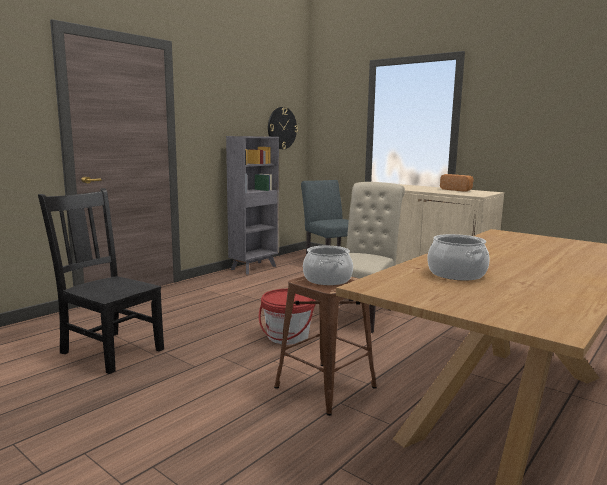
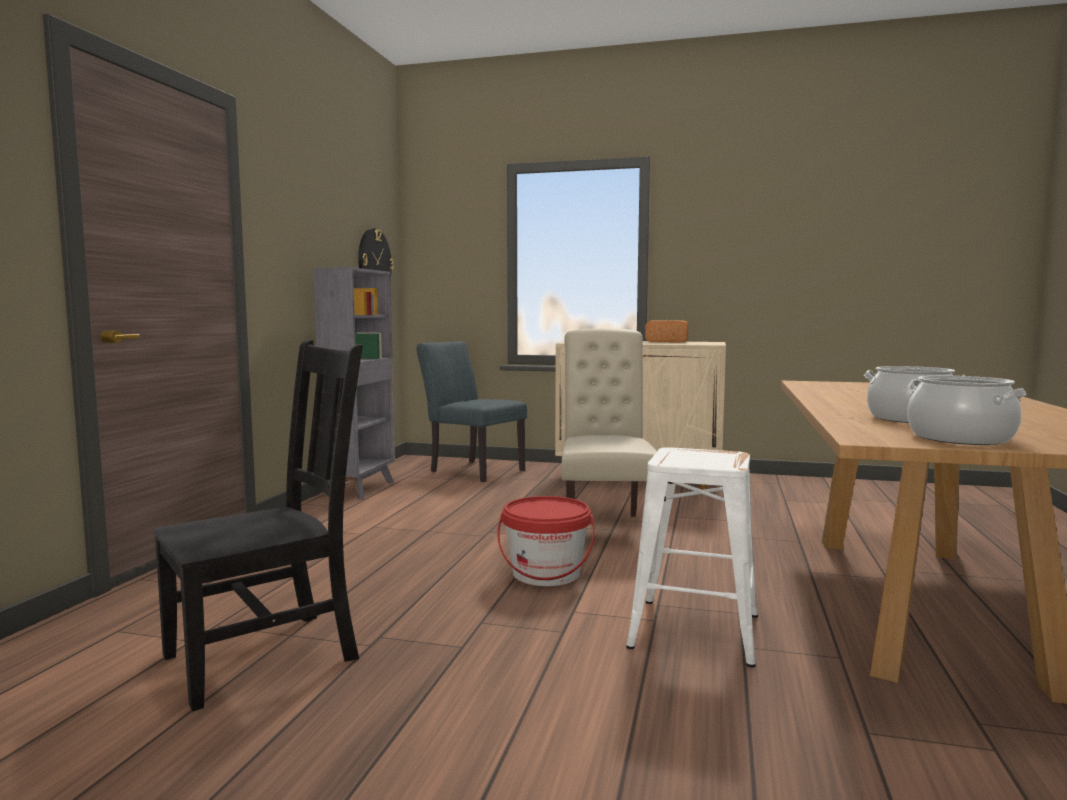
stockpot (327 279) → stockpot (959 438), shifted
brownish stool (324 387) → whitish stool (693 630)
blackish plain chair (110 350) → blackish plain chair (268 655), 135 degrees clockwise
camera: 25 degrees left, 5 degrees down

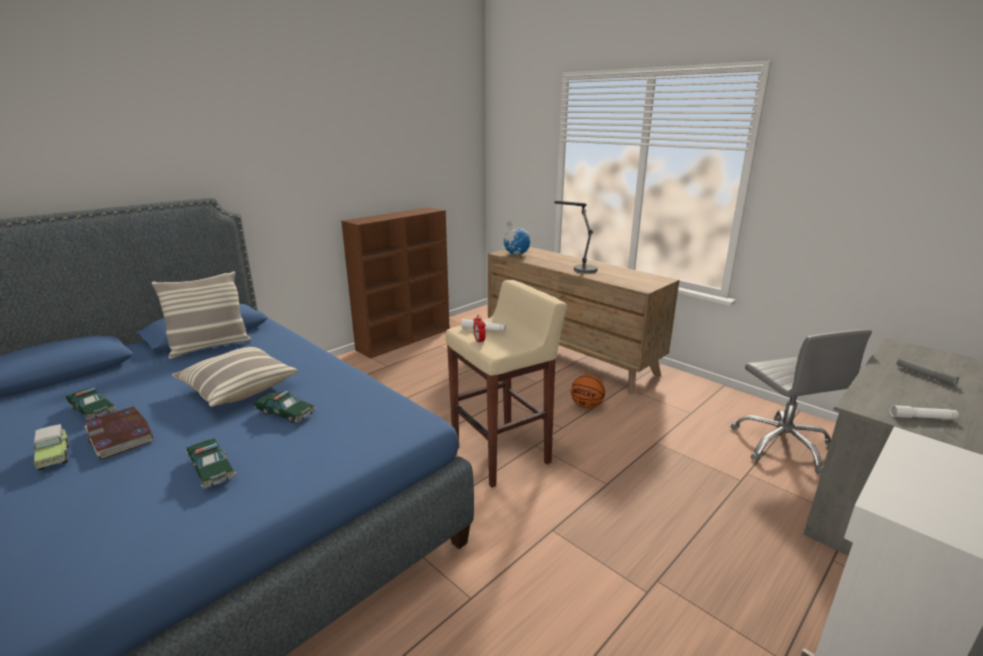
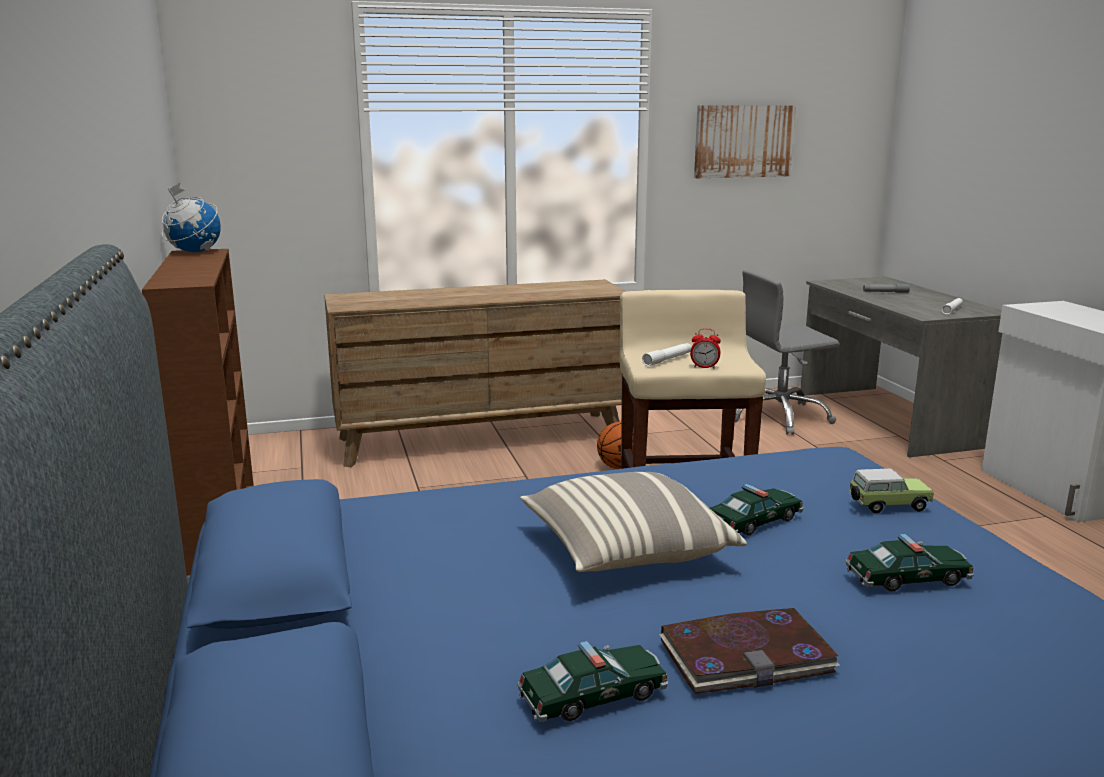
pillow (210 346) → -
tabletop lamp (579 268) → -
- → picture (743 141)
model car (54 456) → model car (886 505), shifted
globe (516 254) → globe (194 252), shifted
gray office chair (782 444) → gray office chair (780 417), 150 degrees clockwise
camera: 60 degrees left, 5 degrees down

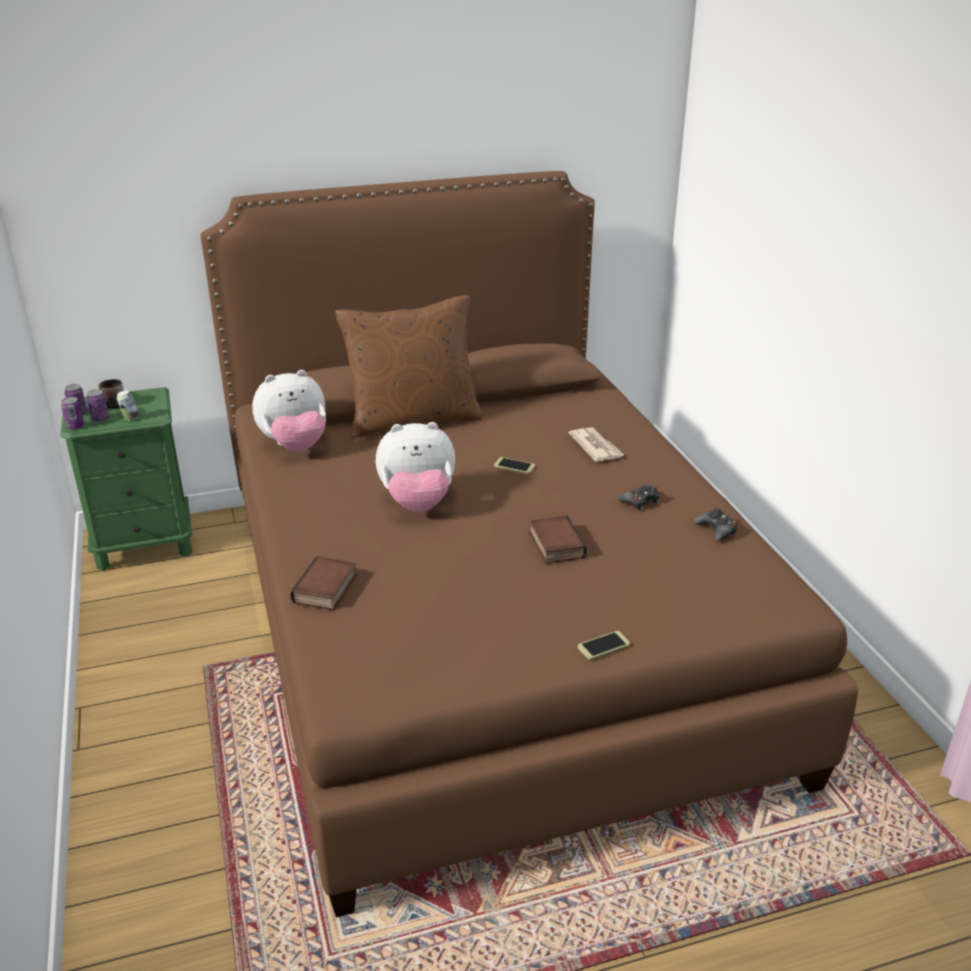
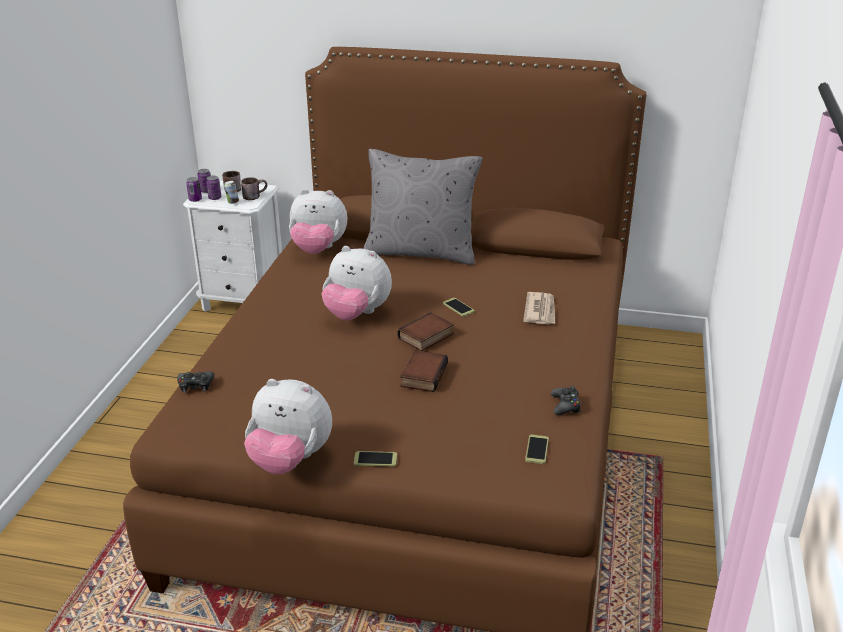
- → brownish mug (254 196)
- → cuddly toy (290 460)
- → phone (537 450)
book (326 590) → book (426 337), shifted
blackish joypad (640 501) → blackish joypad (195 385), shifted
green nightstand (144 544) → whitish nightstand (243 301)
brownish pillow (413 419) → gray pillow (421 251)
camera: 30 degrees right, 0 degrees up

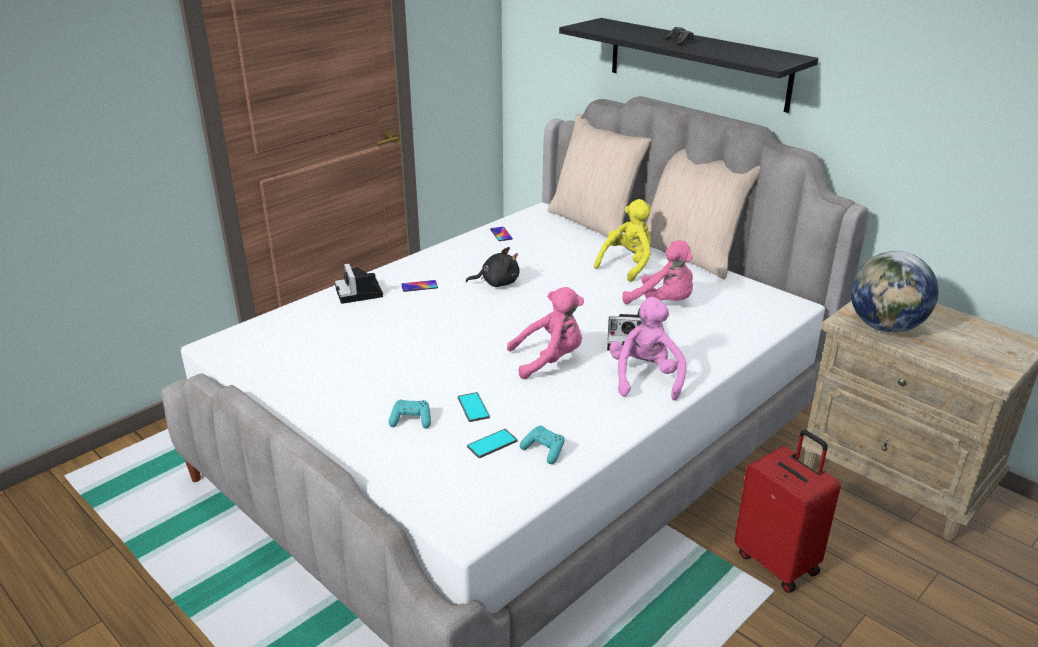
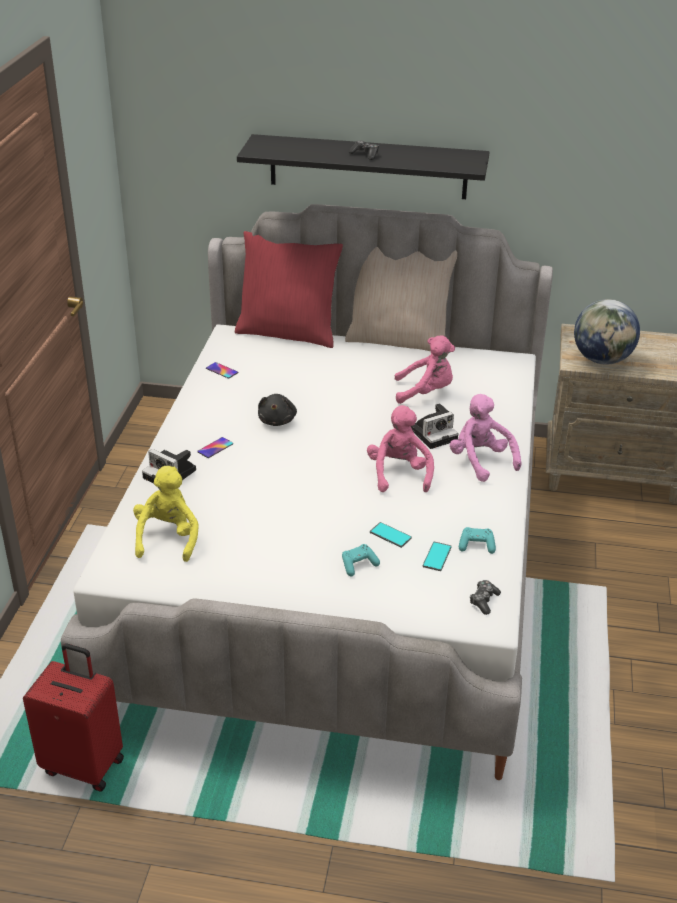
- → joypad (484 601)
yellow cuddly toy (627 265) → yellow cuddly toy (168 538), shifted
red-coloured travel case (778 562) → red-coloured travel case (84 764), shifted
beige-coloured pillow (594 223) → red-coloured pillow (288 332)
blackish cuddly toy (497 283) → blackish cuddly toy (277 420), 135 degrees clockwise
pinkish cuddly toy (549 360) → pinkish cuddly toy (399 474), 45 degrees counterclockwise
camera: 35 degrees left, 5 degrees up

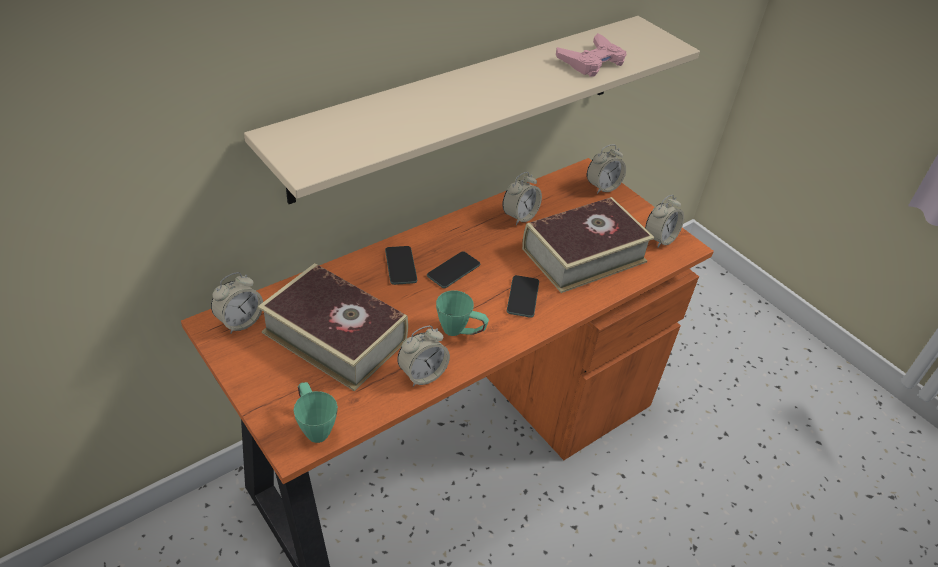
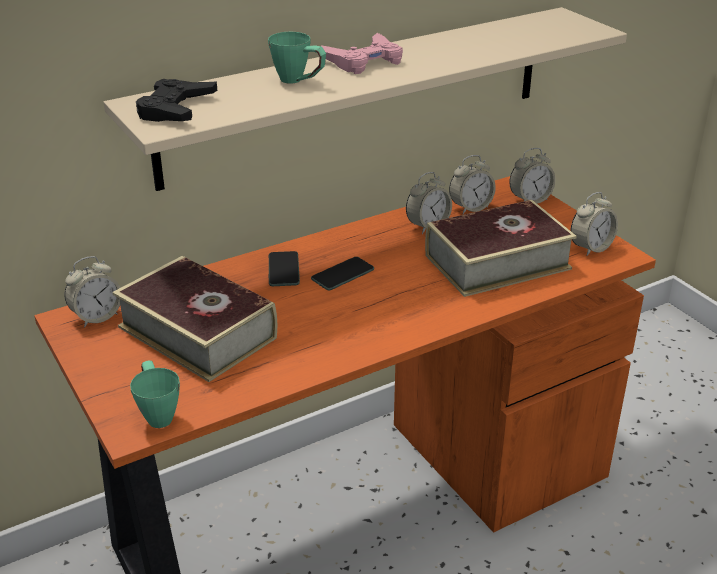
phone (523 297) → -
- → blackish joypad (176 109)
bedside clock (422 374) → bedside clock (470 208), shifted
green mug (460 332) → green mug (299 81), shifted
pinkish joypad (592 61) → pinkish joypad (364 61), shifted
camera: 10 degrees right, 10 degrees down

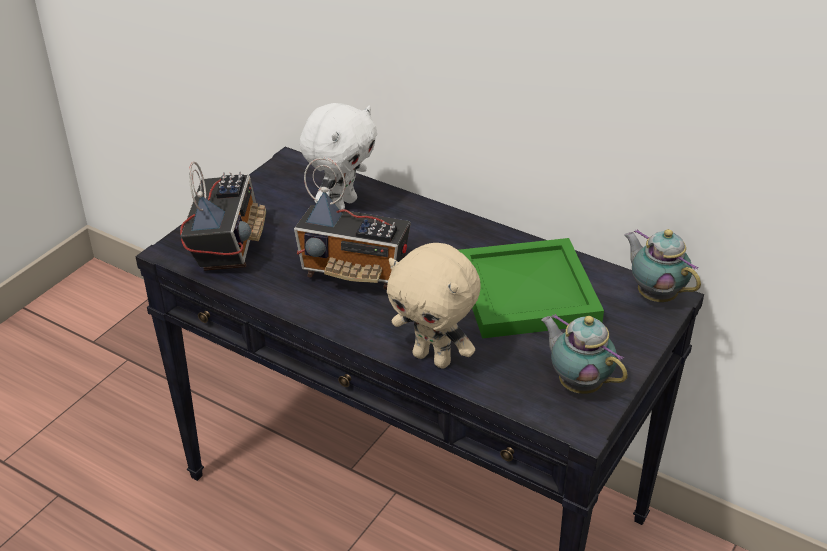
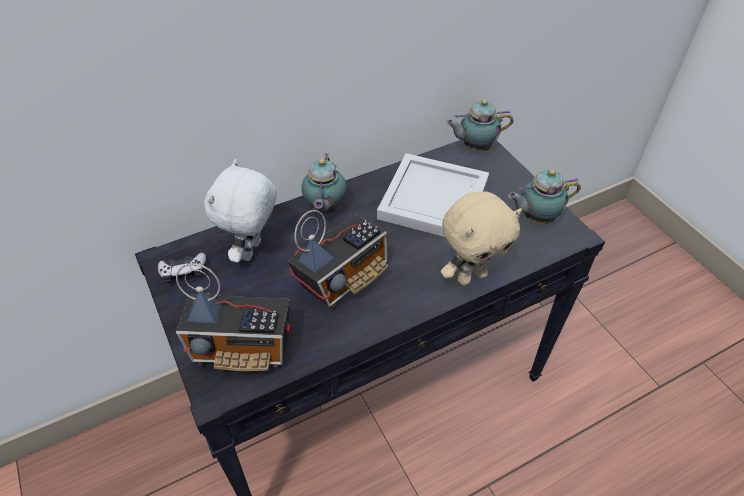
- → joypad (184 272)
- → tea pot (325 209)
green serving tray (529 293) → whitish serving tray (435 199)
radio set (227 246) → radio set (243 348), 150 degrees clockwise
whitish cuddly toy (341 205) → whitish cuddly toy (253 251), 135 degrees counterclockwise
camera: 60 degrees left, 10 degrees up

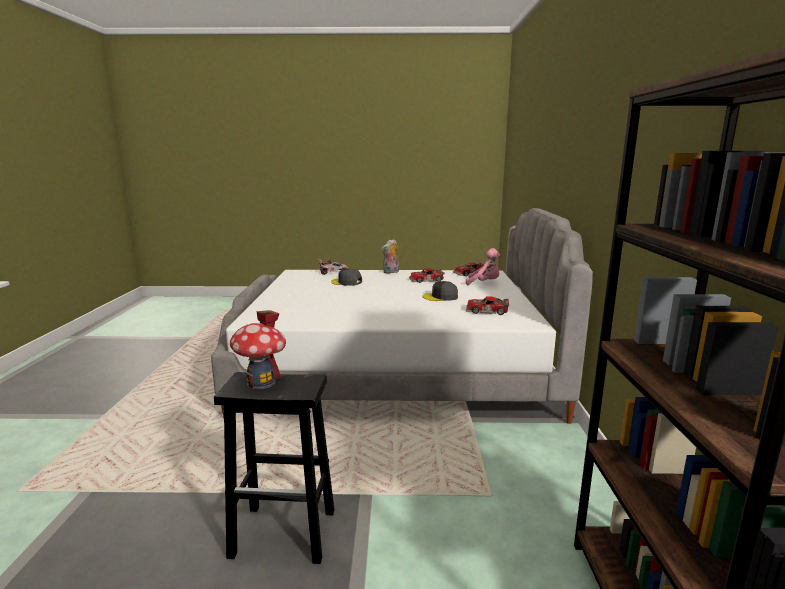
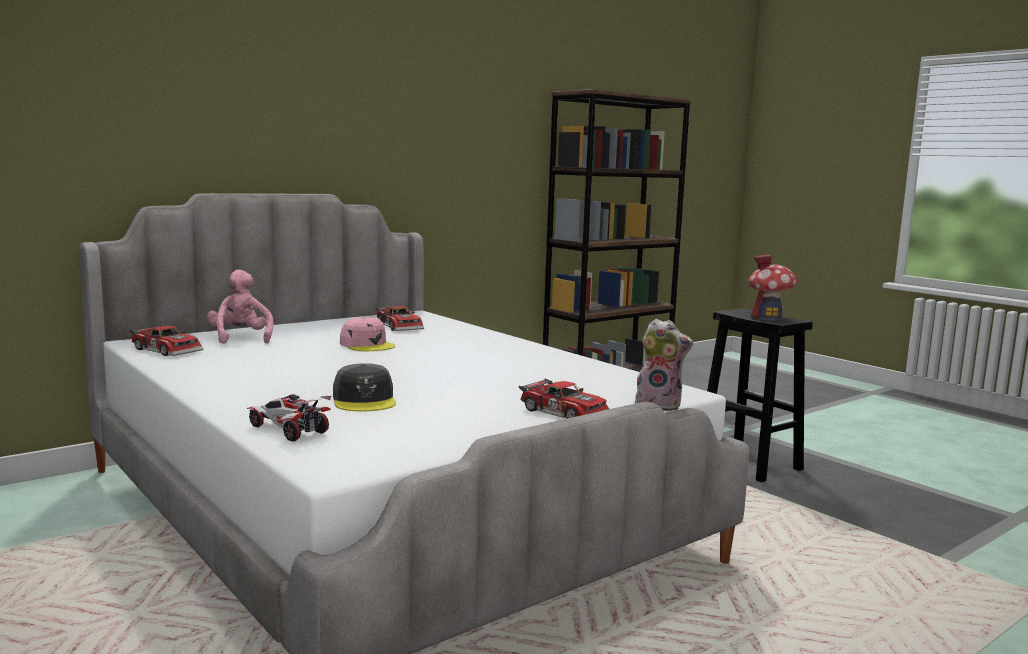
cuddly toy (391 272) → cuddly toy (659 405), shifted
model car (426 280) → model car (565 412), shifted
gray peaked cap (440 297) → pinkish peaked cap (367 345)
camera: 130 degrees left, 5 degrees down

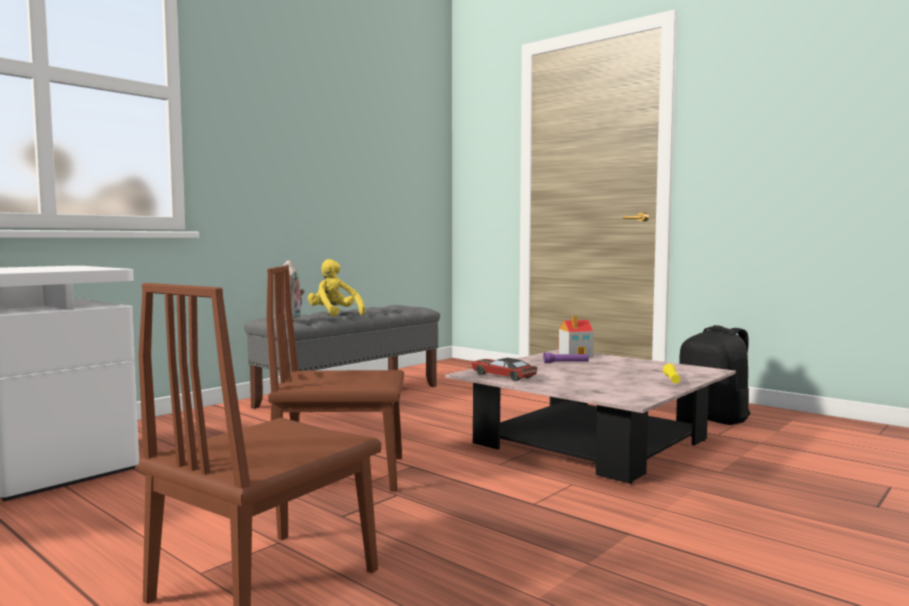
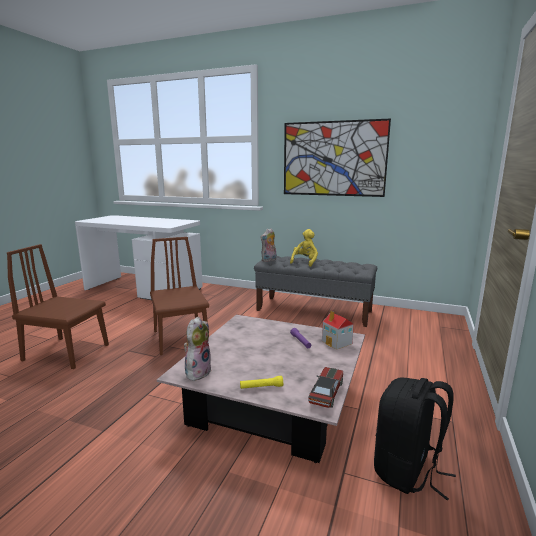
- → cuddly toy (197 372)
- → picture (333 159)
model car (503 376) → model car (326 392), shifted
camera: 70 degrees right, 10 degrees up

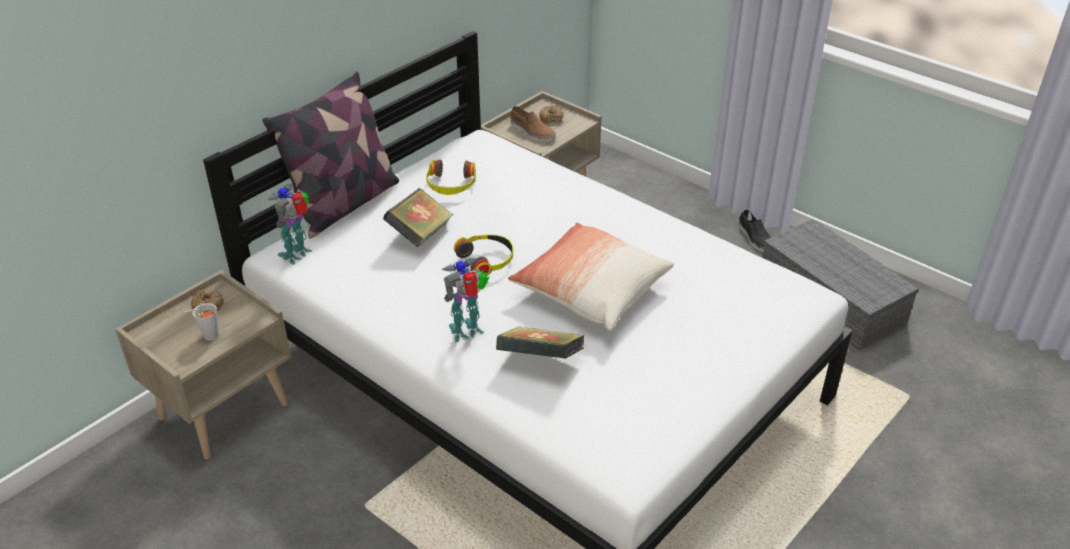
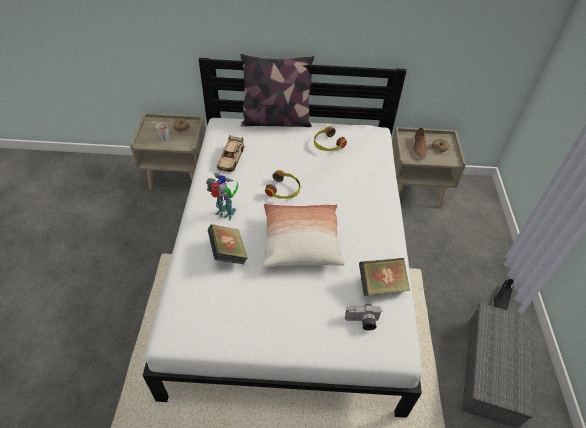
toy robot (298 254) → -
- → beige-coloured model car (231 158)
- → photo camera (362 322)
book (420 234) → book (381 285), shifted
camera: 50 degrees right, 10 degrees up

